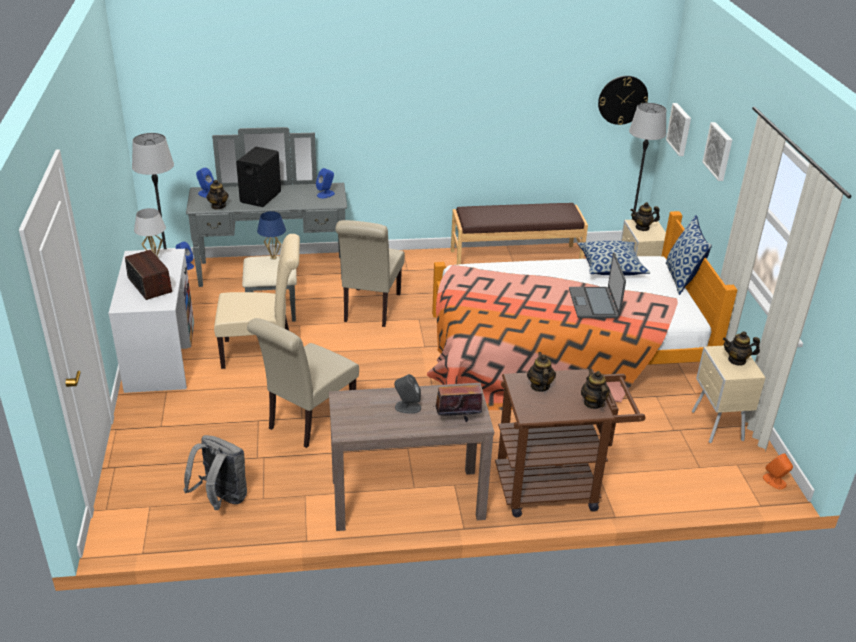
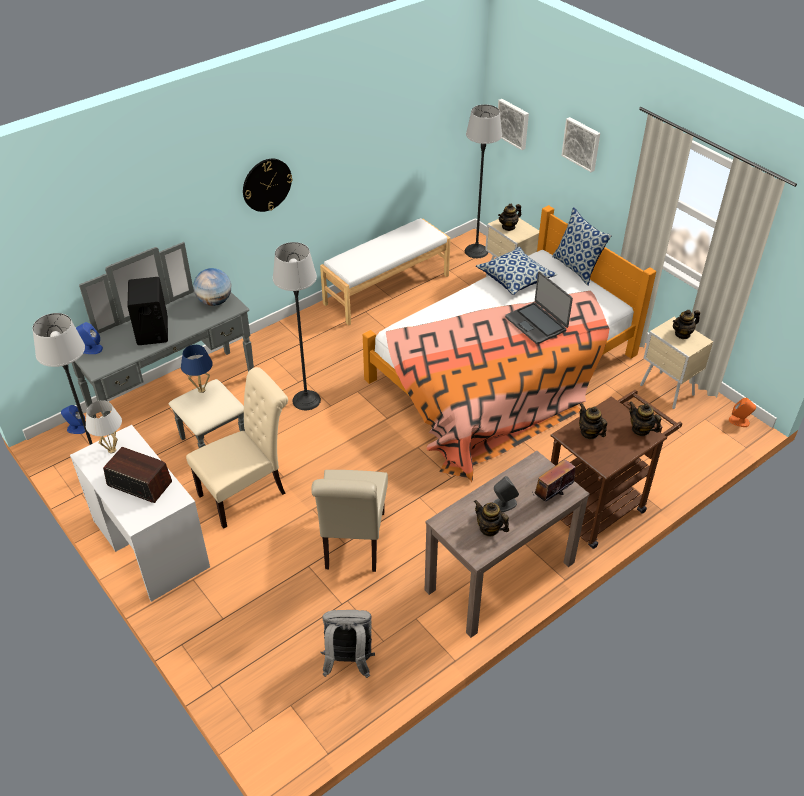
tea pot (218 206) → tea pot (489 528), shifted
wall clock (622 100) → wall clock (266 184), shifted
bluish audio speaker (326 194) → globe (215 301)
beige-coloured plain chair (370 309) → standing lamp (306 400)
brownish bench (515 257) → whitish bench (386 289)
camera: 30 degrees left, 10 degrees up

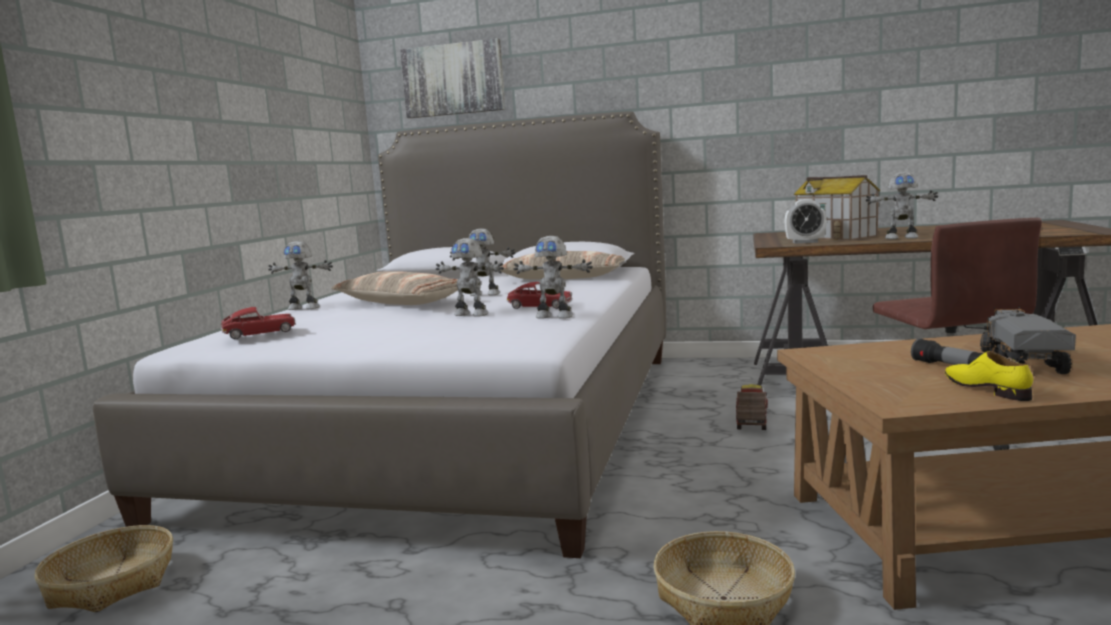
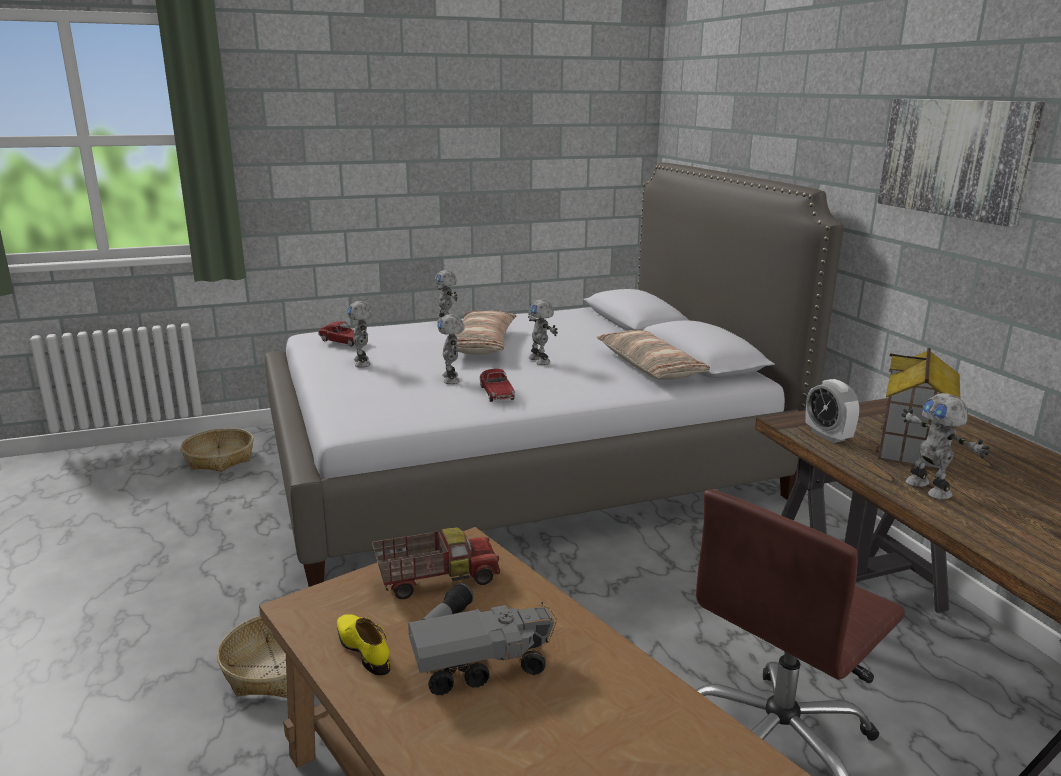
picture (453 79) → picture (956 158), shifted
toy robot (555 316) → toy robot (363 362), shifted
model truck (751 421) → model truck (436 580), shifted
yellow low shoe (986 389) → yellow low shoe (363 649), 75 degrees counterclockwise
camera: 55 degrees right, 10 degrees up

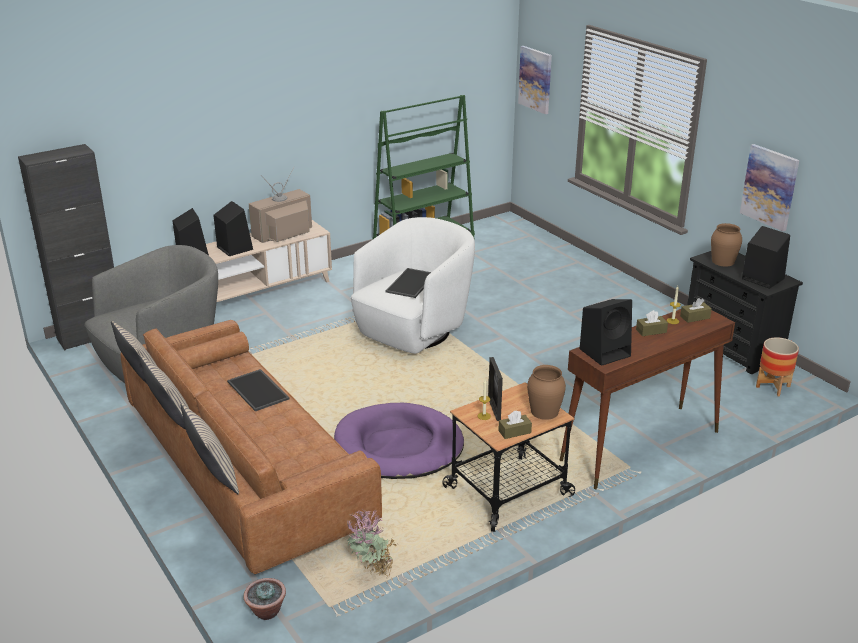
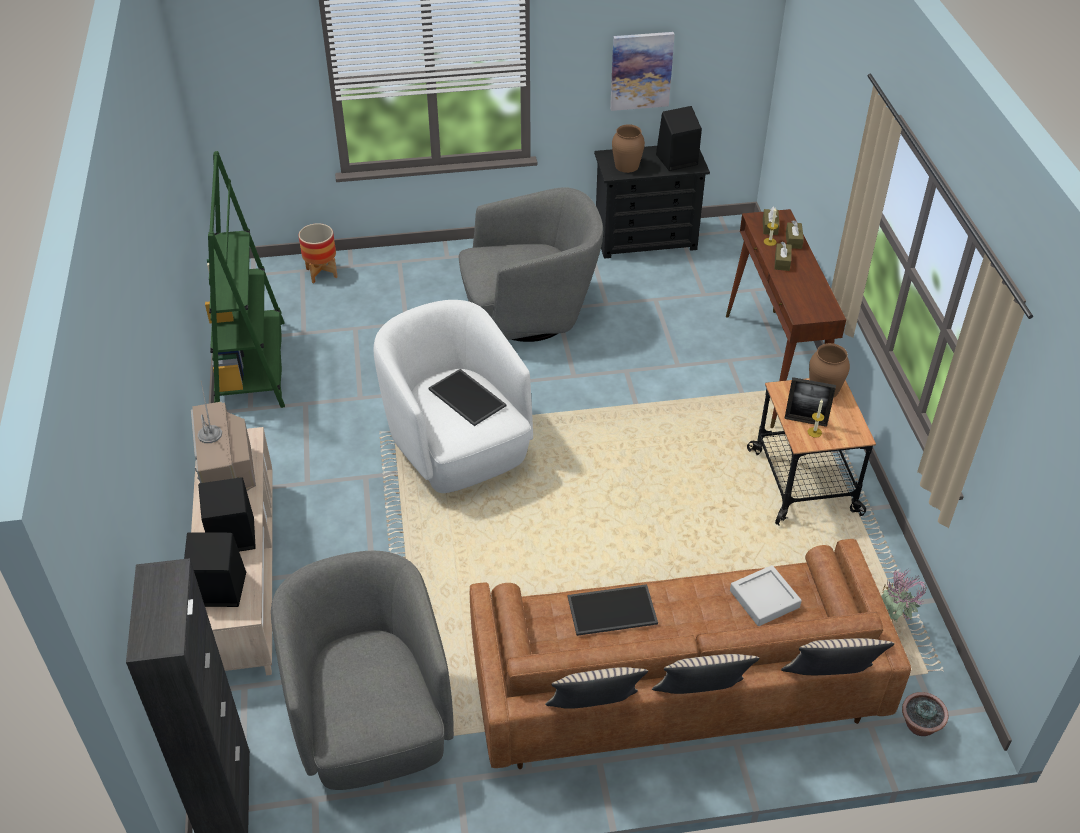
purple-coloured dog cushion (398 446) → -
picture (535 79) → -
blackish audio speaker (605 352) → -
- → gray armchair (530 314)
- → gray serving tray (764 599)
brownish tissue holder (514 432) → brownish tissue holder (793 240), shifted
planter (772 386) → planter (321 273), shifted
camera: 65 degrees left, 15 degrees up

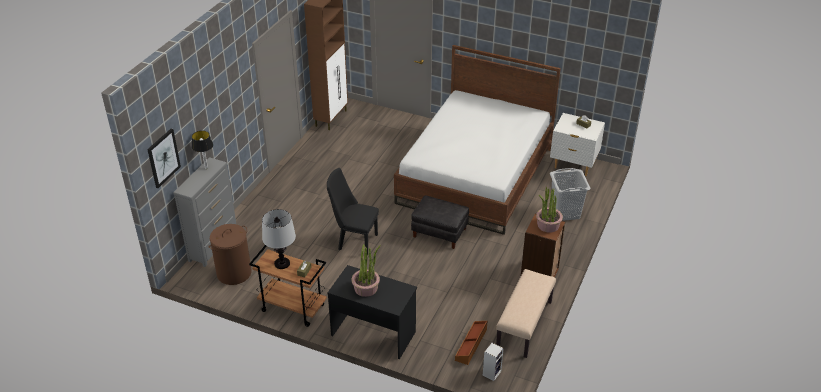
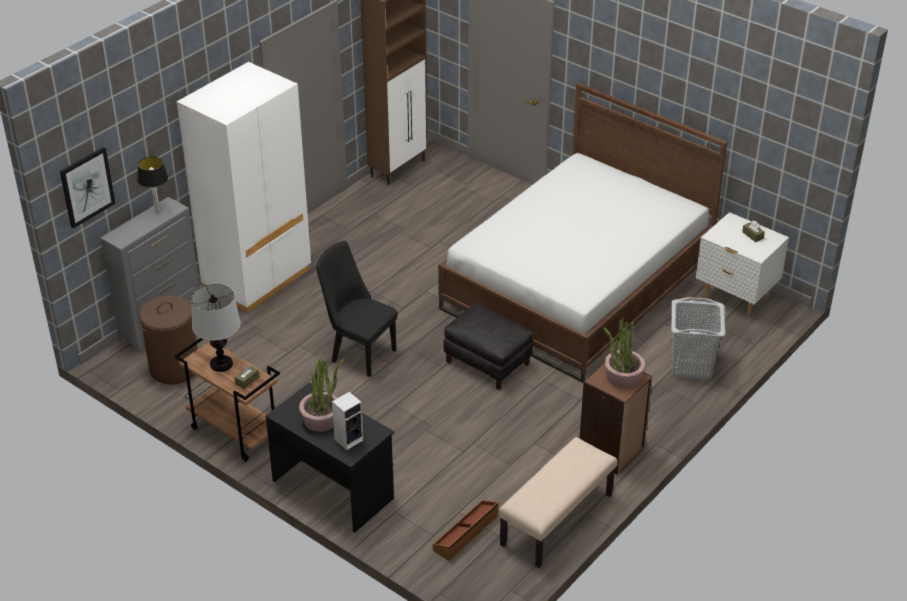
- → whitish clothes cupboard (257 279)
audio speaker (491 372) → audio speaker (349 439), shifted
camera: 15 degrees right, 0 degrees up

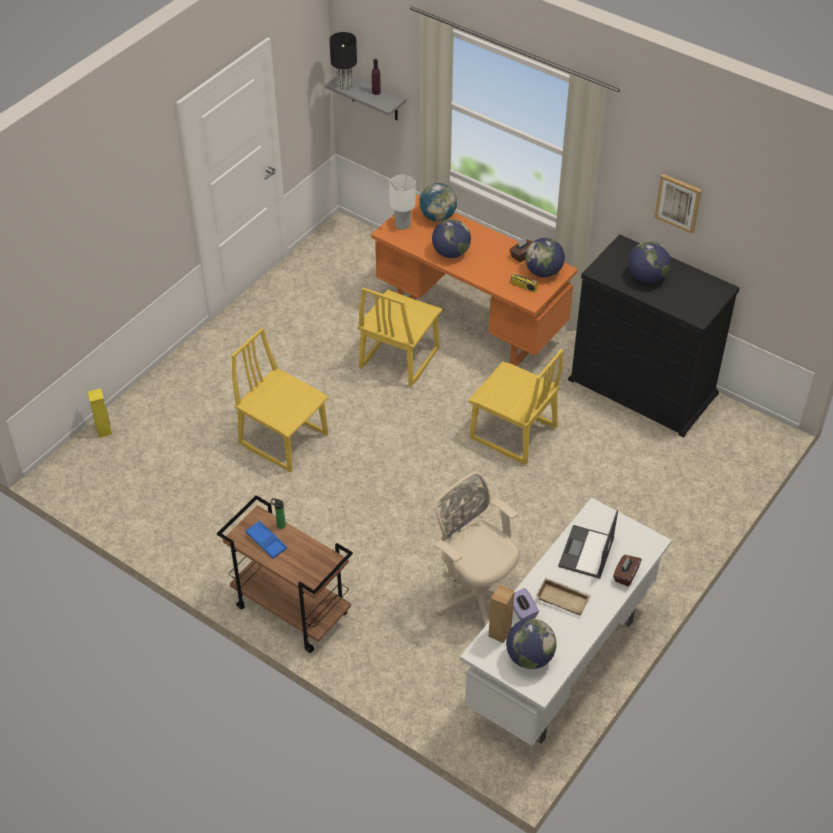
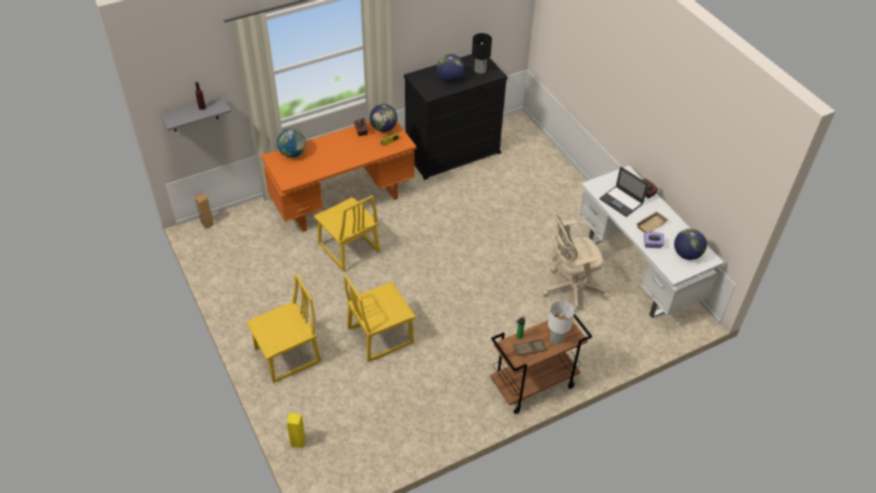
globe (450 253) → -
picture (678 202) → -
blackish tabletop lamp (344 85) → blackish tabletop lamp (480 70), shifted
whitish tabletop lamp (402 225) → whitish tabletop lamp (557 339), shifted
yellow plain chair (512 433) → yellow plain chair (288 356), shifted
brownish audio speaker (499 632) → brownish audio speaker (207 224), shifted
bluish serving tray (266 541) → brownish serving tray (529 349)
camera: 65 degrees left, 0 degrees up

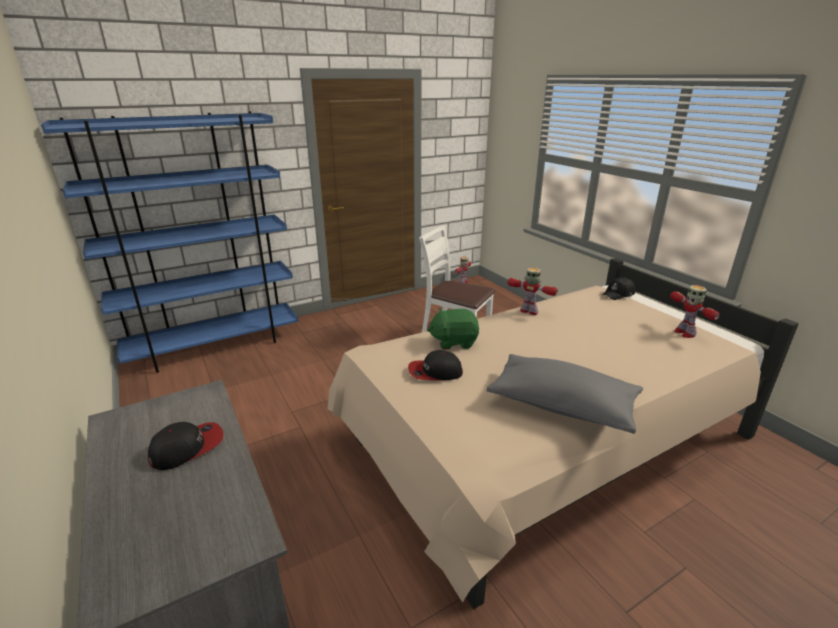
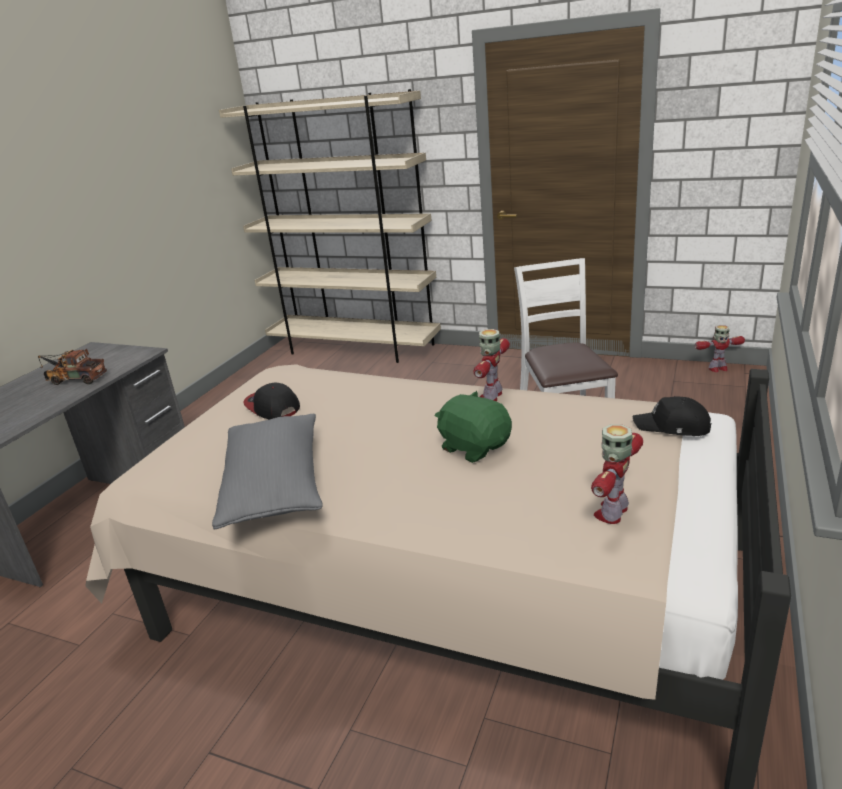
green cuddly toy (454 342) → green cuddly toy (474 447), shifted
peaked cap (187 447) → model truck (74 379)
bluish shelving unit (215 346) → beige-coloured shelving unit (354 348)
toy robot (529 311) → toy robot (491 396), 150 degrees counterclockwise
camera: 55 degrees right, 0 degrees up

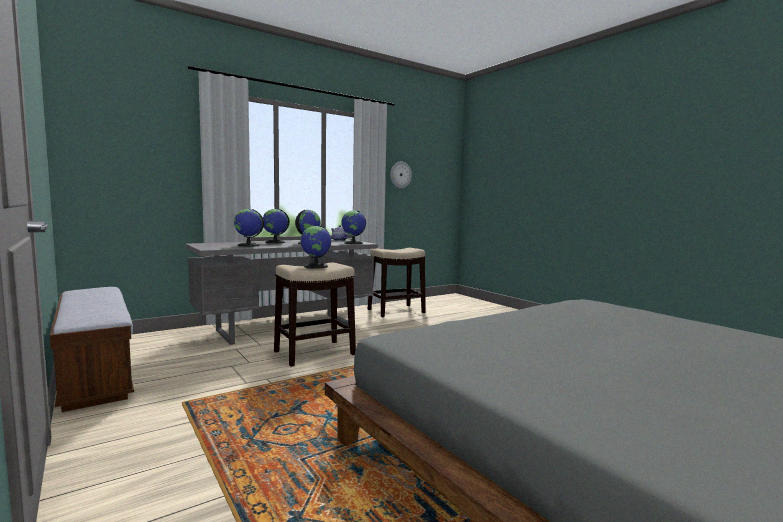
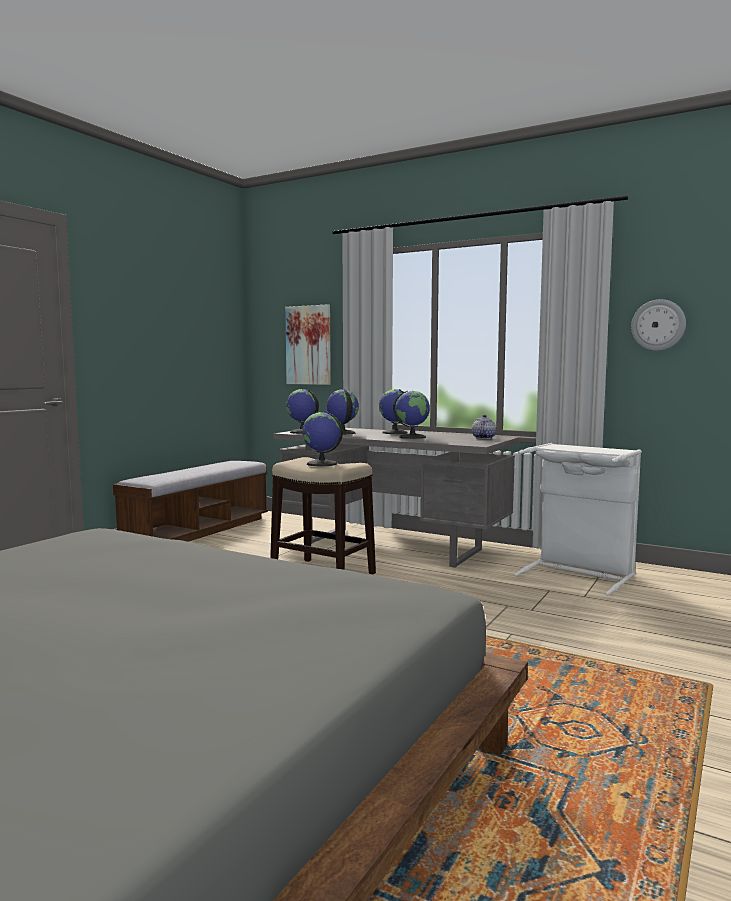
- → picture (309 345)
globe (353 243) → globe (302 432), shifted
stool (396 311) → whitish hamper (579 573)
camera: 65 degrees right, 0 degrees up

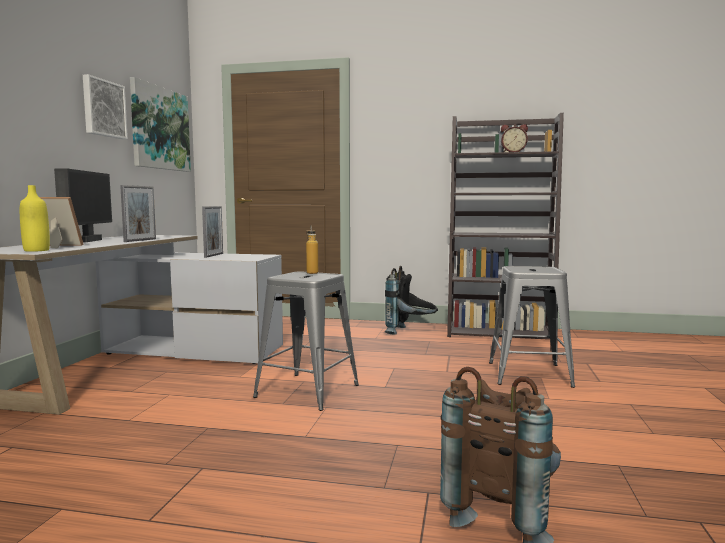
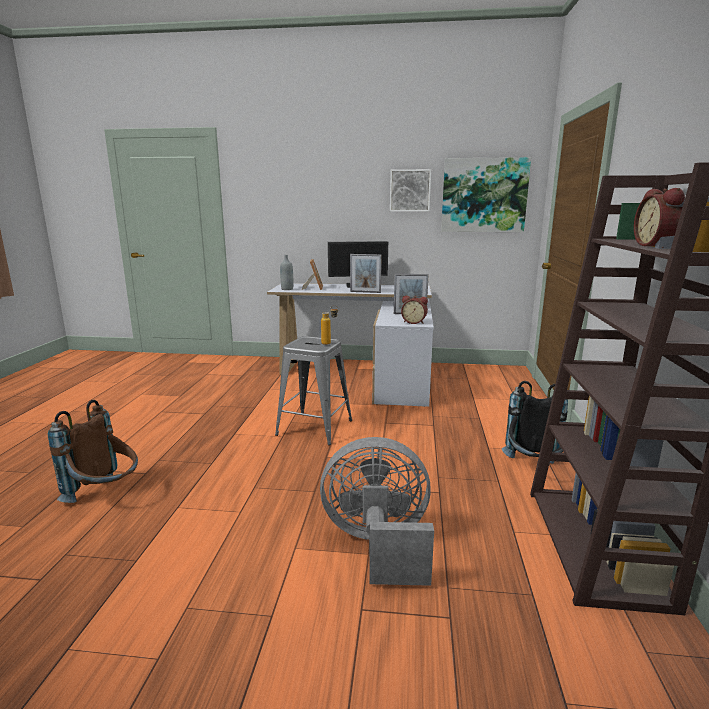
- → bedside clock (414 322)
gray stool (528 374) → gray electric fan (378 545)
yellow beverage bottle (36 250) → gray beverage bottle (287 289)
camera: 85 degrees right, 10 degrees up

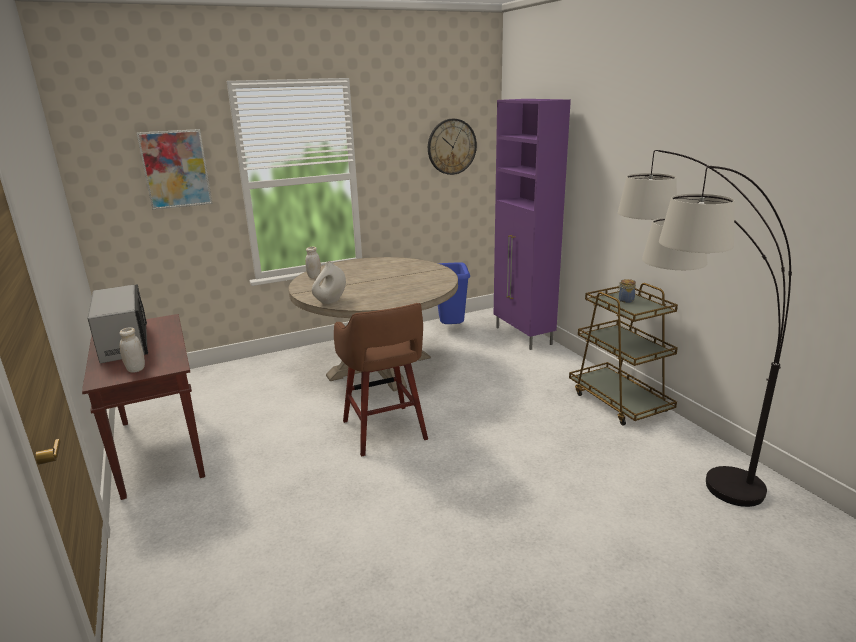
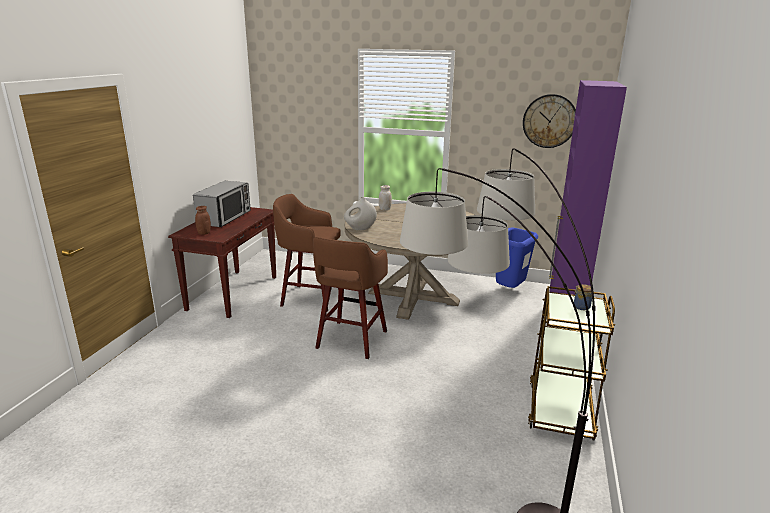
picture (175 169) → -
- → brownish stool (309 298)
whitish jar (136 369) → brownish jar (204 233)
camera: 40 degrees right, 0 degrees up

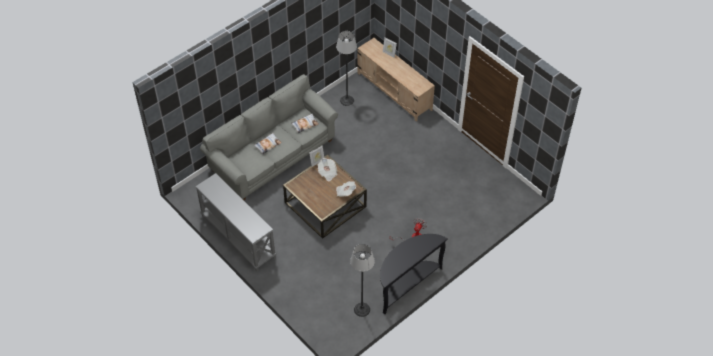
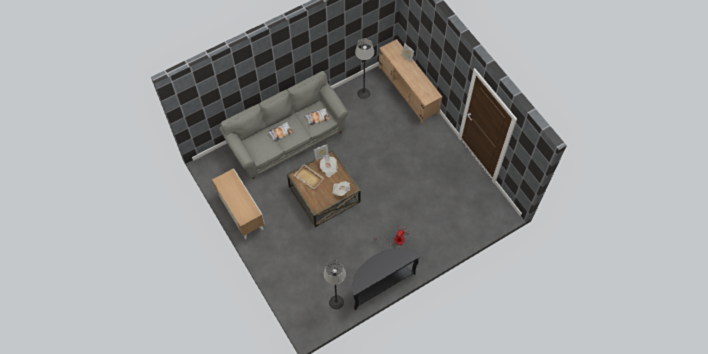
- → beige-coloured serving tray (309 177)
gray narrow table (237 237) → storage cabinet (241 213)
camera: 10 degrees right, 10 degrees up

